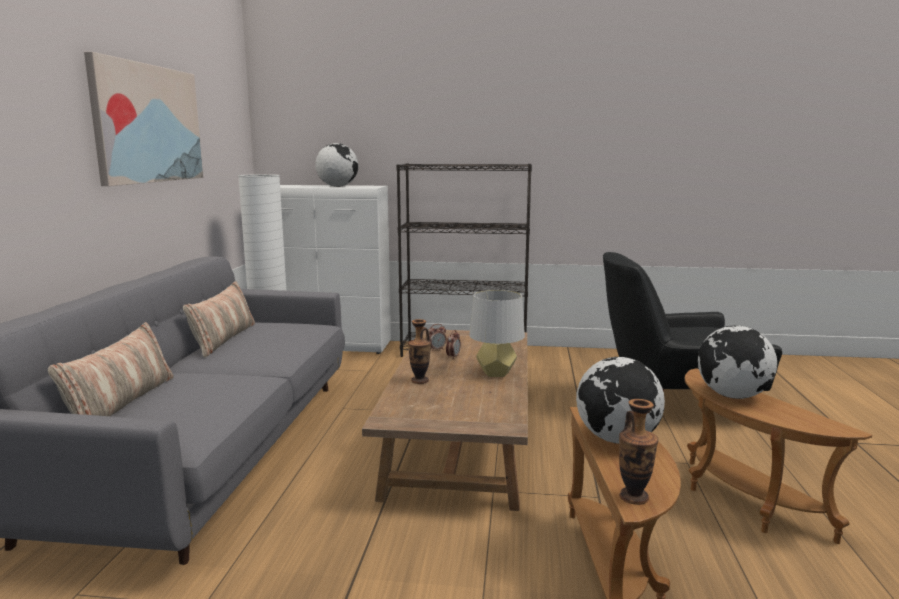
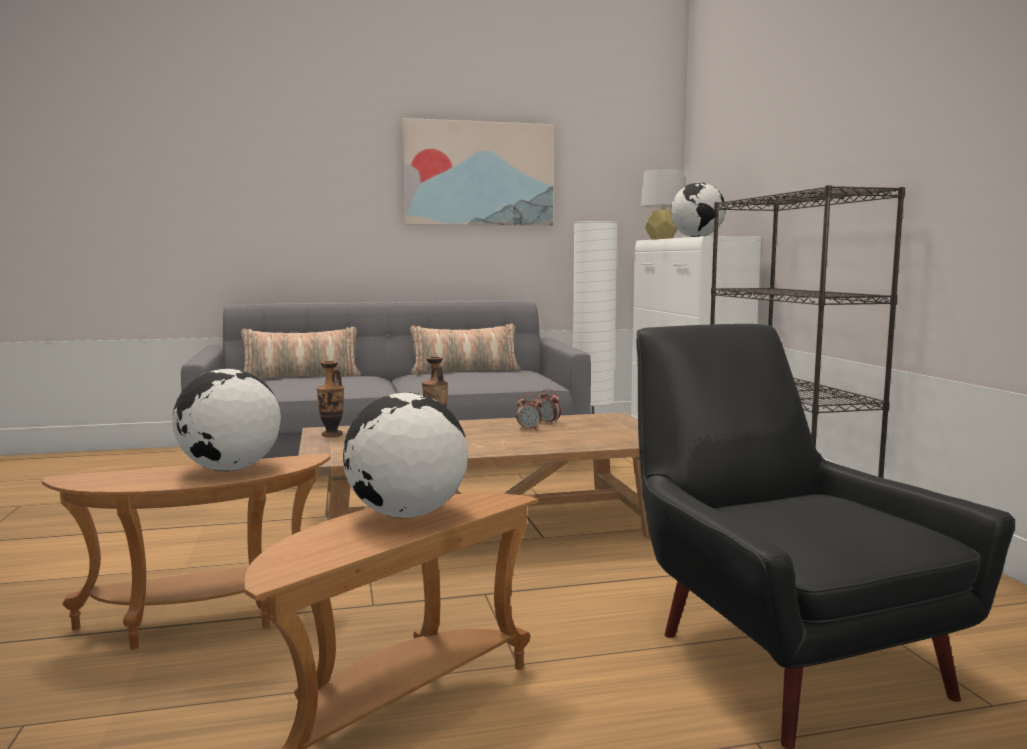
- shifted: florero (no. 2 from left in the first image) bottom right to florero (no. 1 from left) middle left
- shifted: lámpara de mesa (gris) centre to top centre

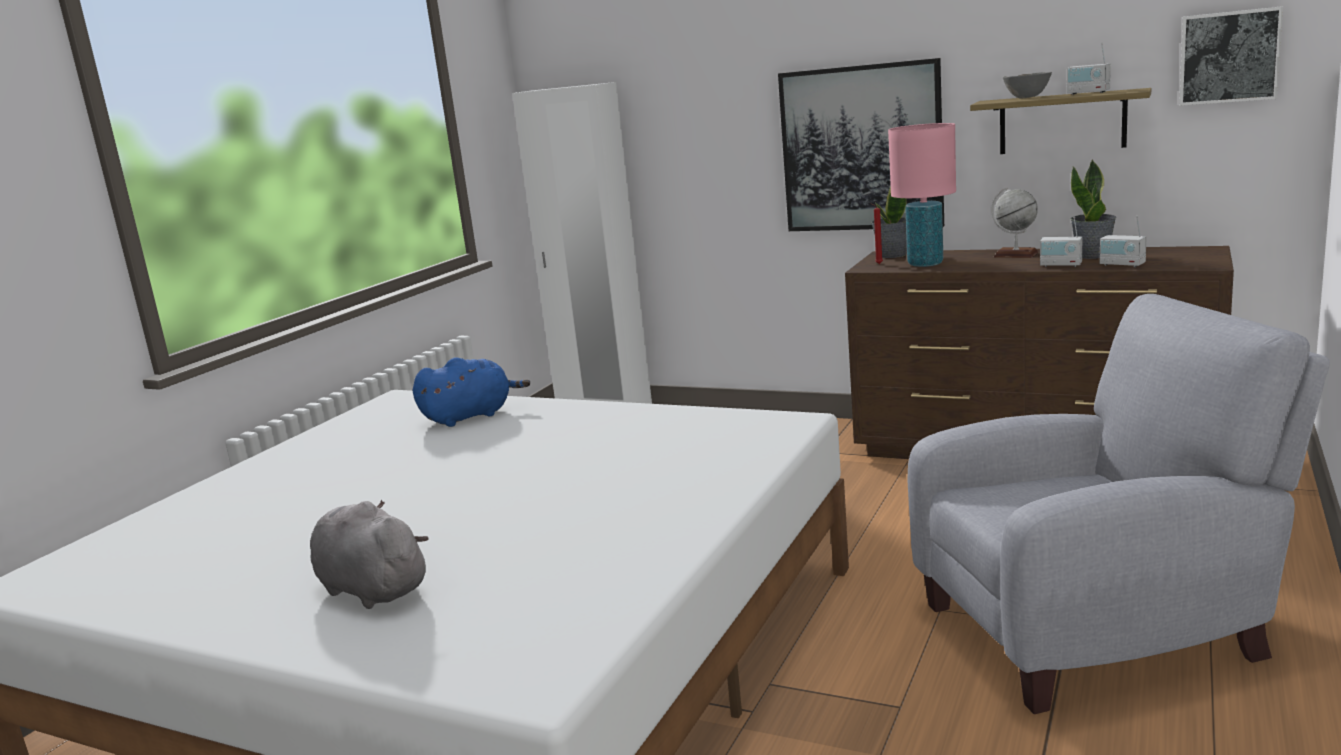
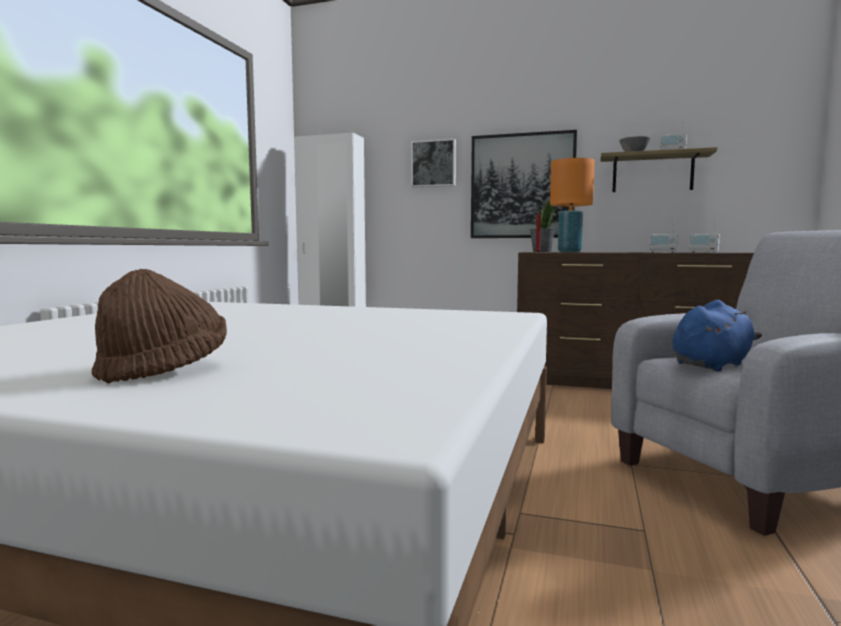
- swapped: peluche (gris) bottom left to sombrero (marrón) middle left
- shifted: cuadro (no. 2 from left in the first image) top right to cuadro (no. 1 from left) top centre
- repainted: lámpara de mesa (rosa) top right to lámpara de mesa (naranja) top right
- shifted: peluche (azul) centre to middle right
- gone: globo terráqueo top right
- gone: planta en maceta (no. 2 from left) top right

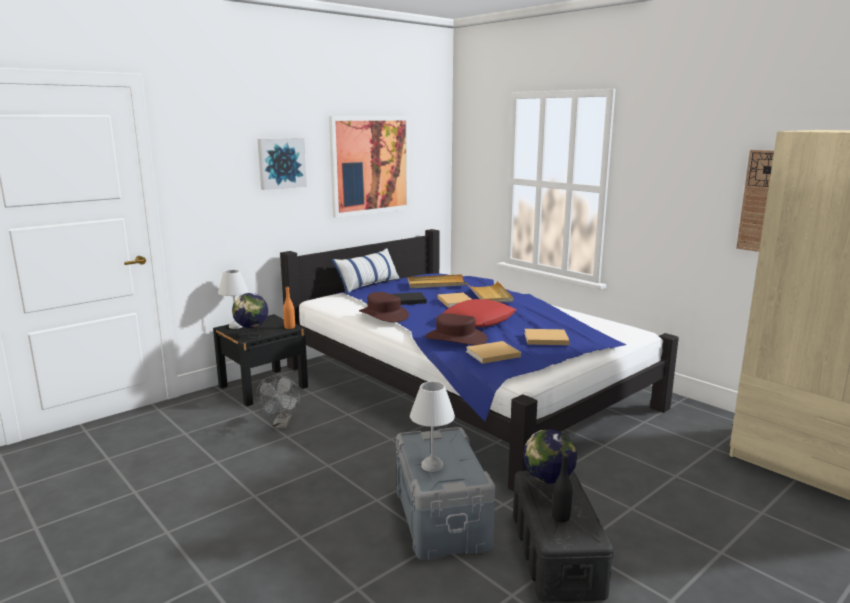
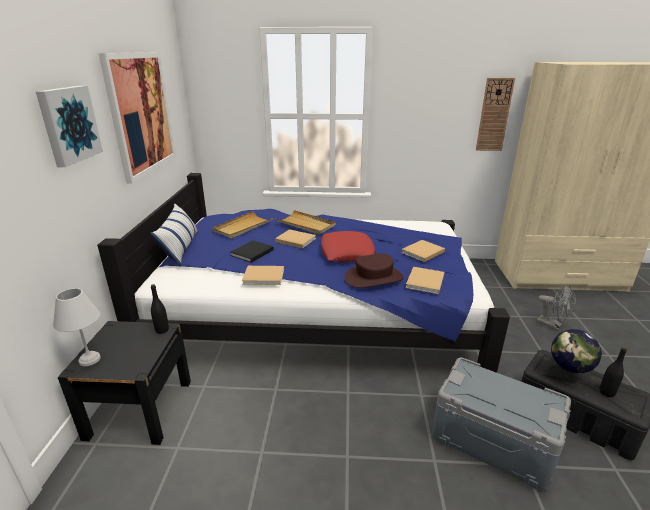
- repainted: botella (naranja) centre to botella (negro) (no. 1 from left) middle left
- swapped: sombrero (marrón) (no. 1 from left) centre to libro (beis) (no. 1 from left) centre
- shifted: ventilador (gris) bottom left to middle right
- gone: globo terráqueo (no. 1 from left) middle left
- gone: lámpara de mesa (blanco) (no. 2 from left) bottom centre

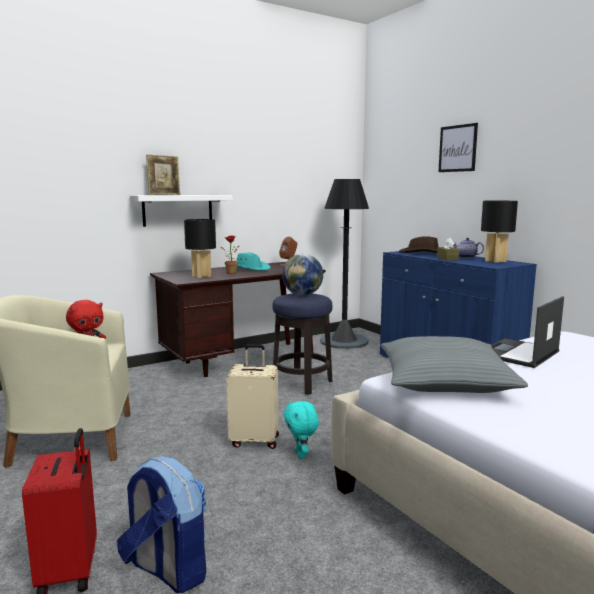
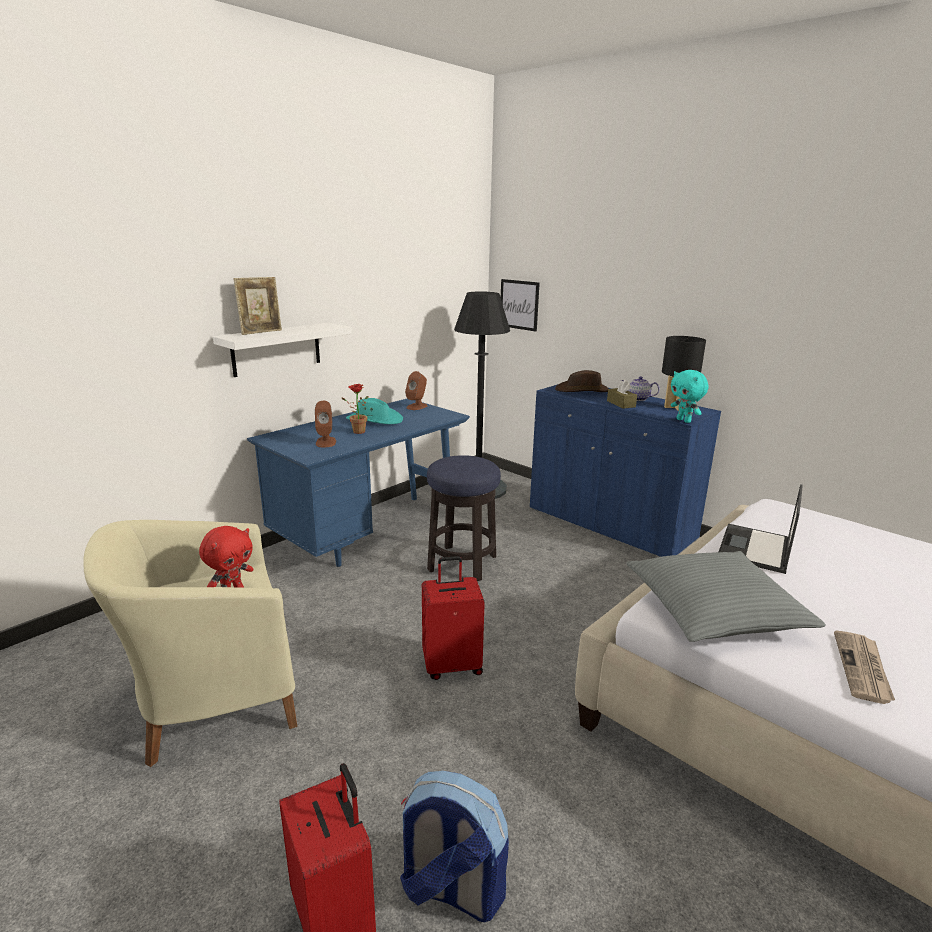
- repainted: escritorio (marrón) centre to escritorio (azul) centre
- swapped: lámpara de mesa (negro) (no. 1 from left) centre to altavoz (marrón) (no. 1 from left) centre
- repainted: maleta (beis) bottom centre to maleta (rojo) (no. 2 from left) centre
- shifted: cuadro top right to top centre
- shifted: peluche (turquesa) bottom centre to middle right
- new: periódico bottom right
- gone: globo terráqueo centre

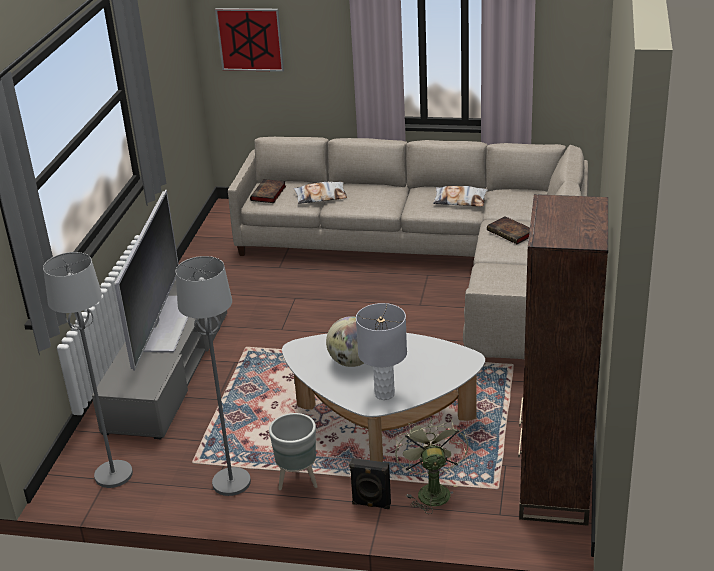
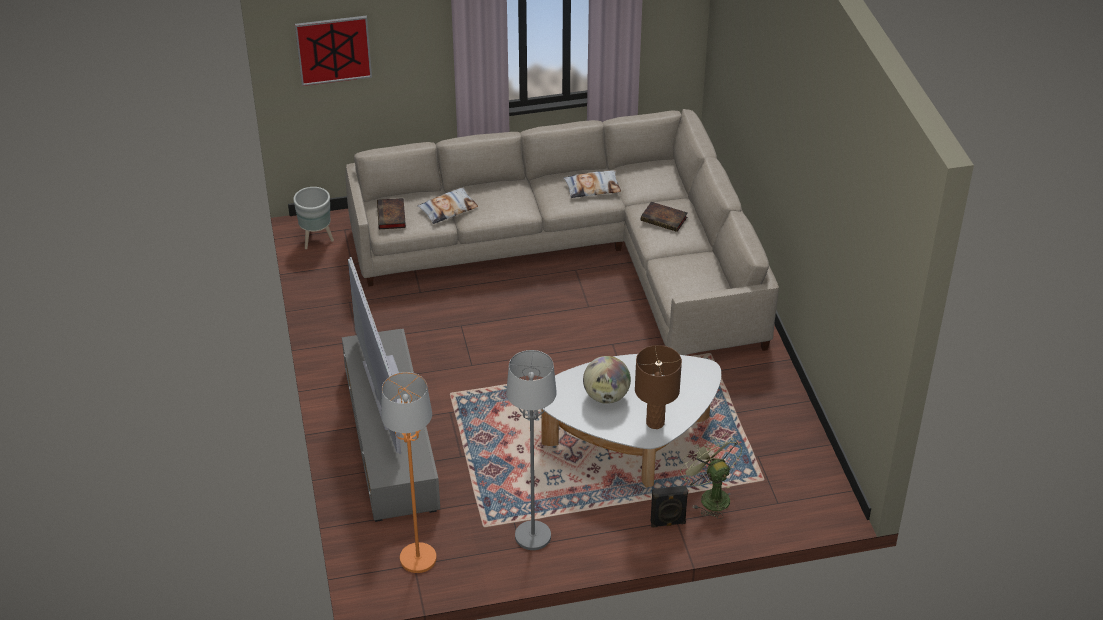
- shifted: maceta (gris) bottom centre to middle left
- repainted: lámpara de pie (gris) (no. 1 from left) middle left to lámpara de pie (naranja) bottom centre
- repainted: lámpara de mesa (gris) centre to lámpara de mesa (marrón) centre
- gone: estantería (marrón) middle right

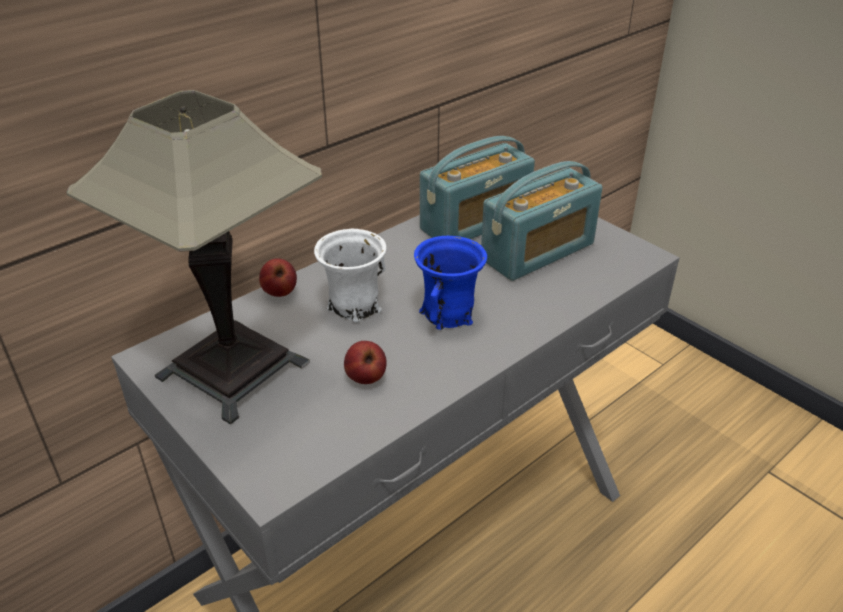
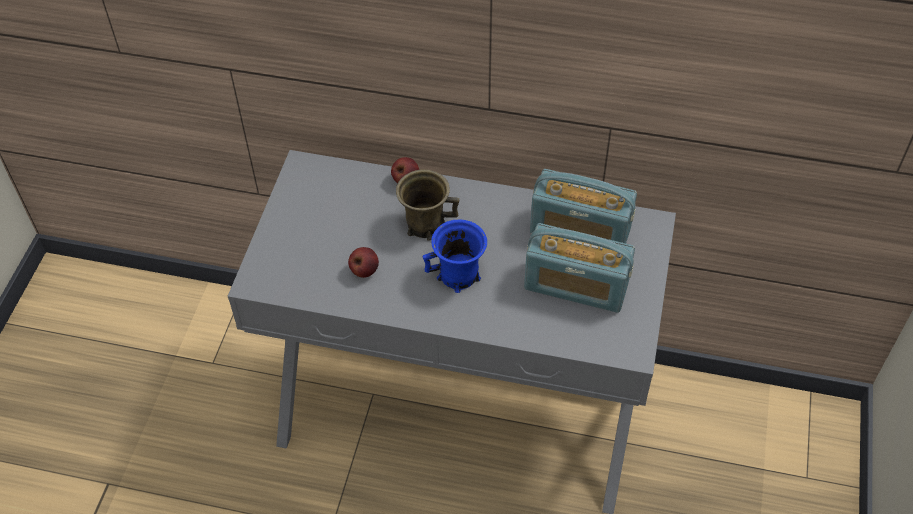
- repainted: taza grande (blanco) centre to taza grande (marrón) centre
- gone: lámpara de mesa middle left

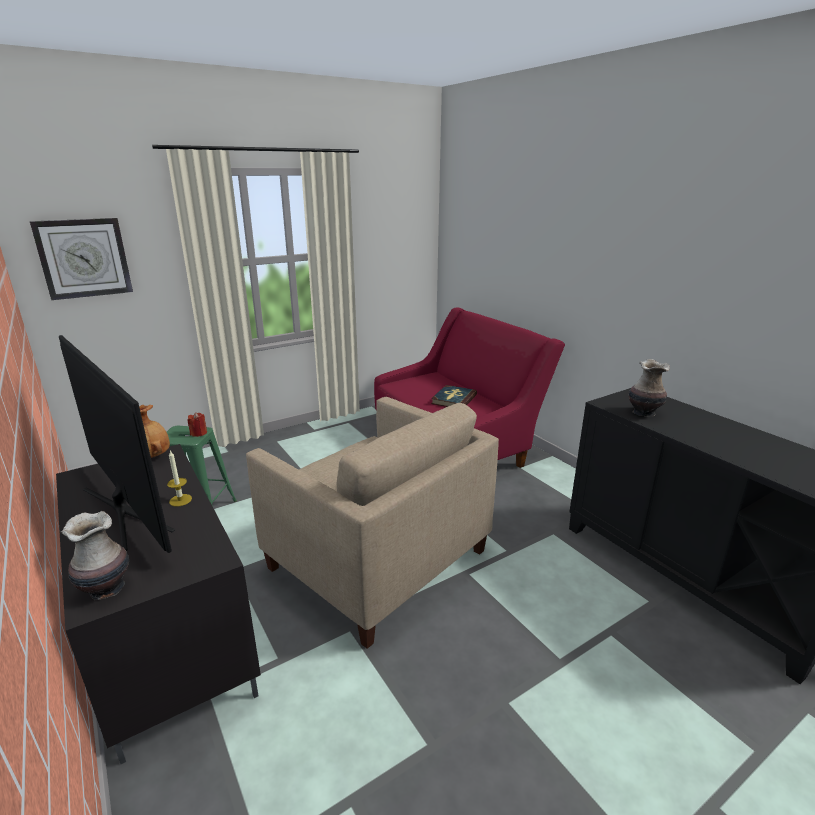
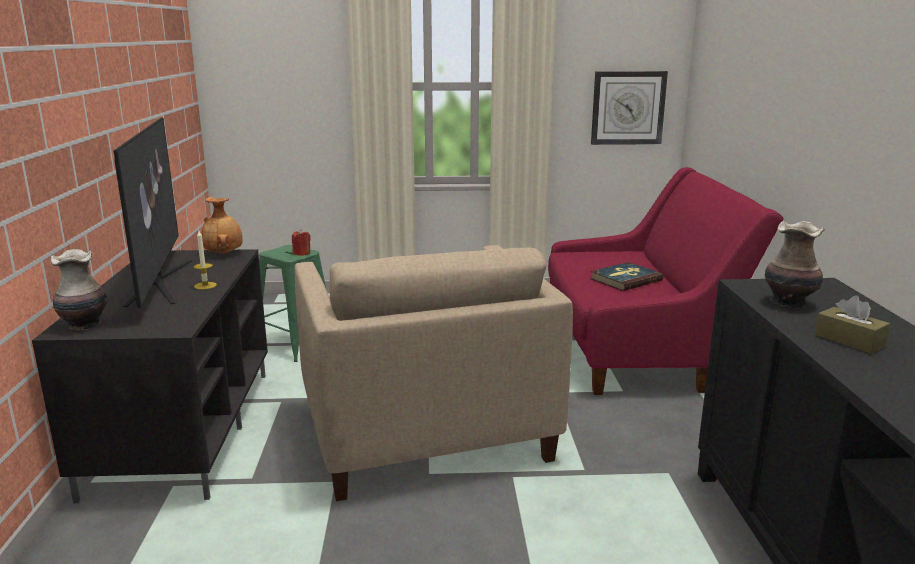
- shifted: reloj de pared top left to top right
- new: caja de pañuelos (marrón) middle right

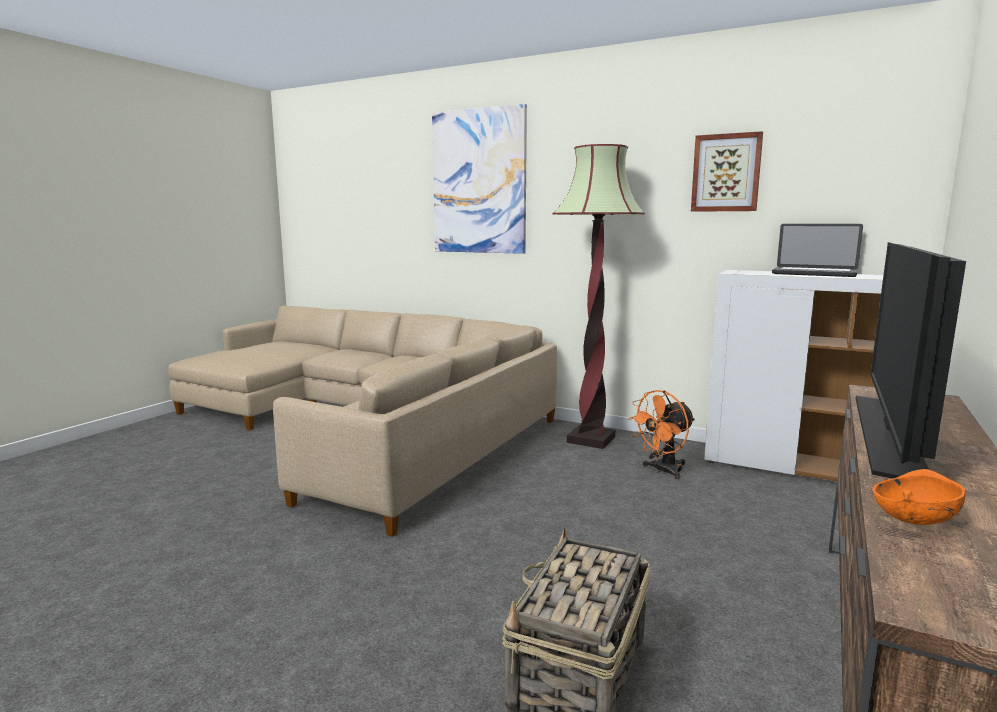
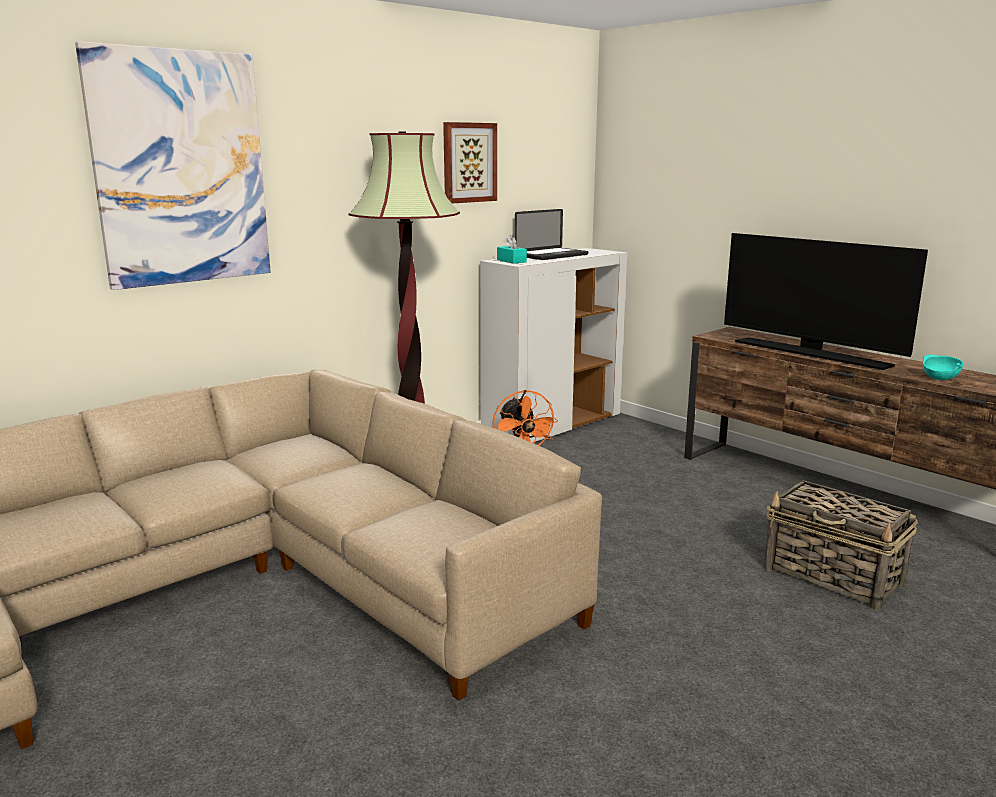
- new: caja de pañuelos (turquesa) top centre
- repainted: cuenco (naranja) bottom right to cuenco (turquesa) middle right

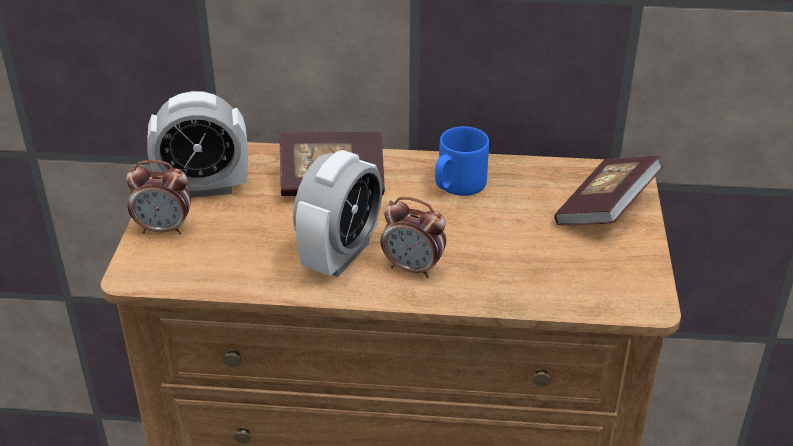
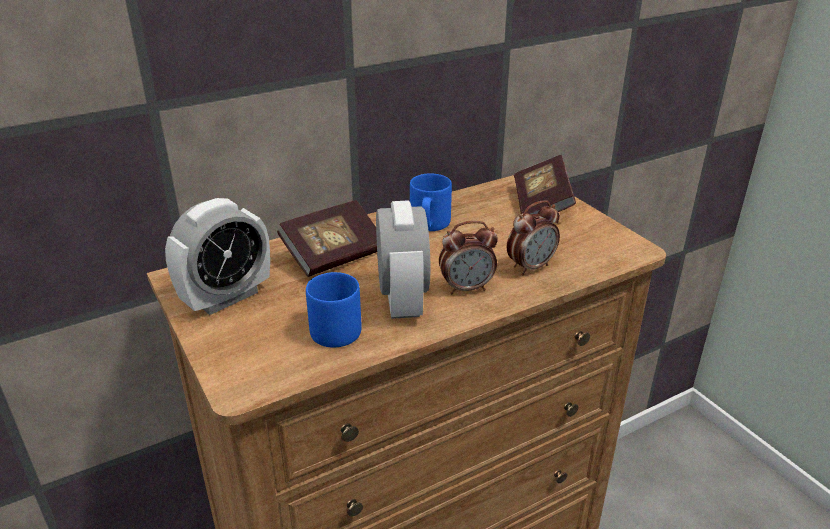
- new: taza grande (azul) (no. 1 from left) centre
- shifted: despertador (no. 1 from left in the first image) middle left to despertador (no. 4 from left) centre

